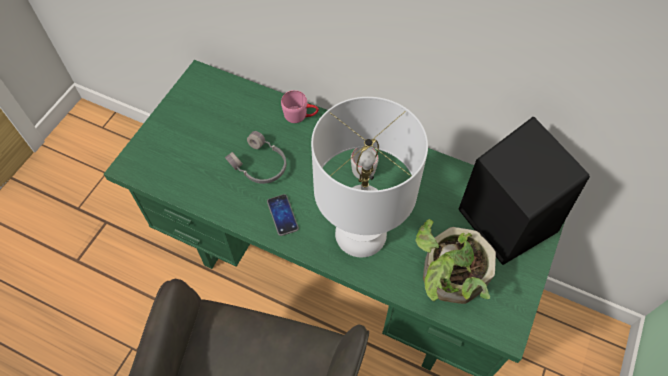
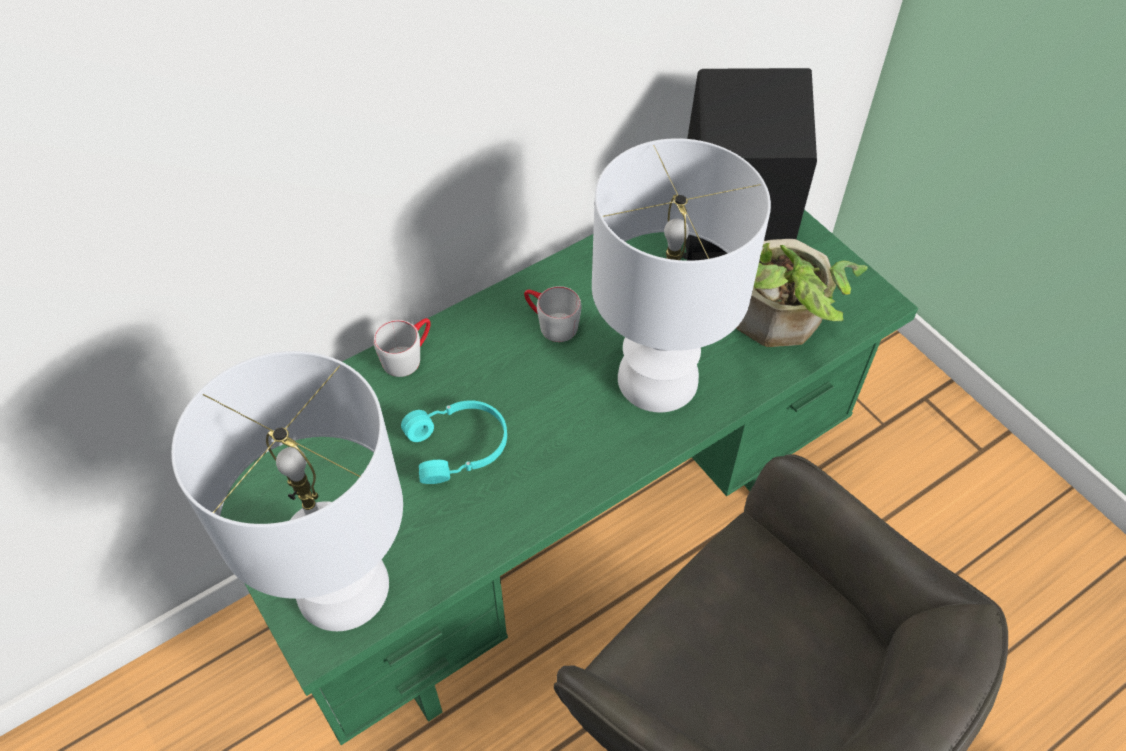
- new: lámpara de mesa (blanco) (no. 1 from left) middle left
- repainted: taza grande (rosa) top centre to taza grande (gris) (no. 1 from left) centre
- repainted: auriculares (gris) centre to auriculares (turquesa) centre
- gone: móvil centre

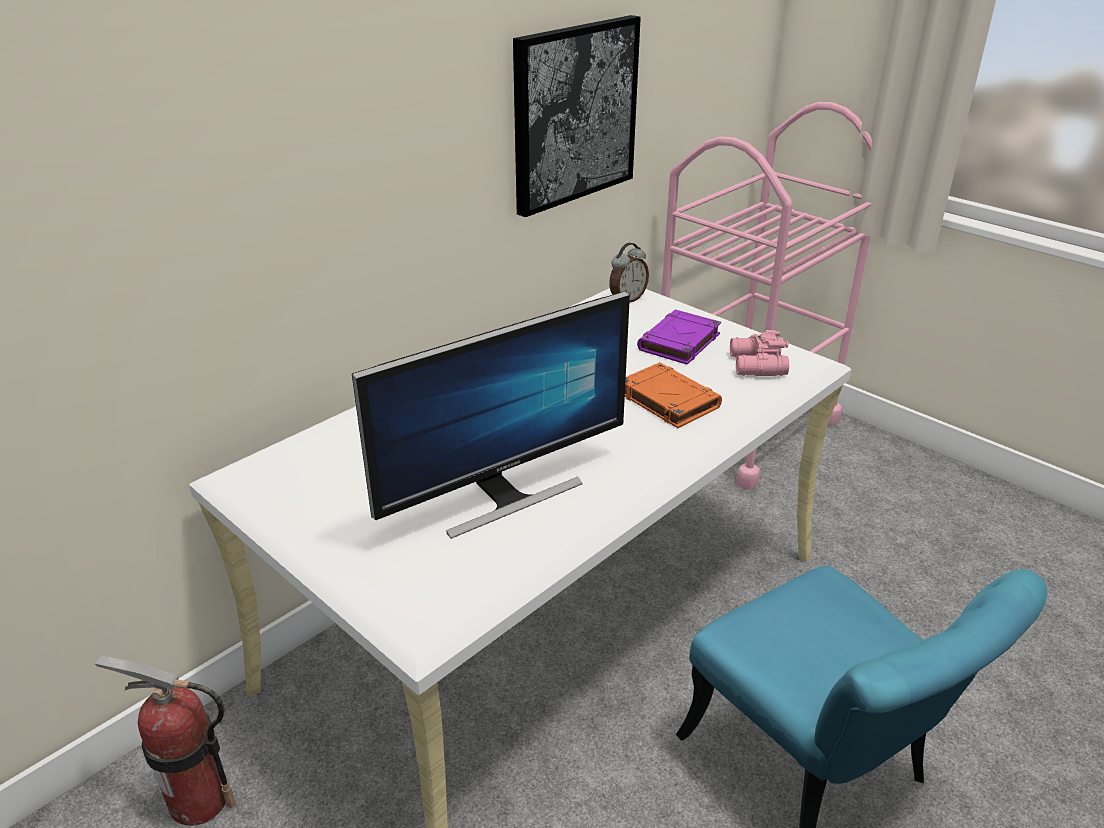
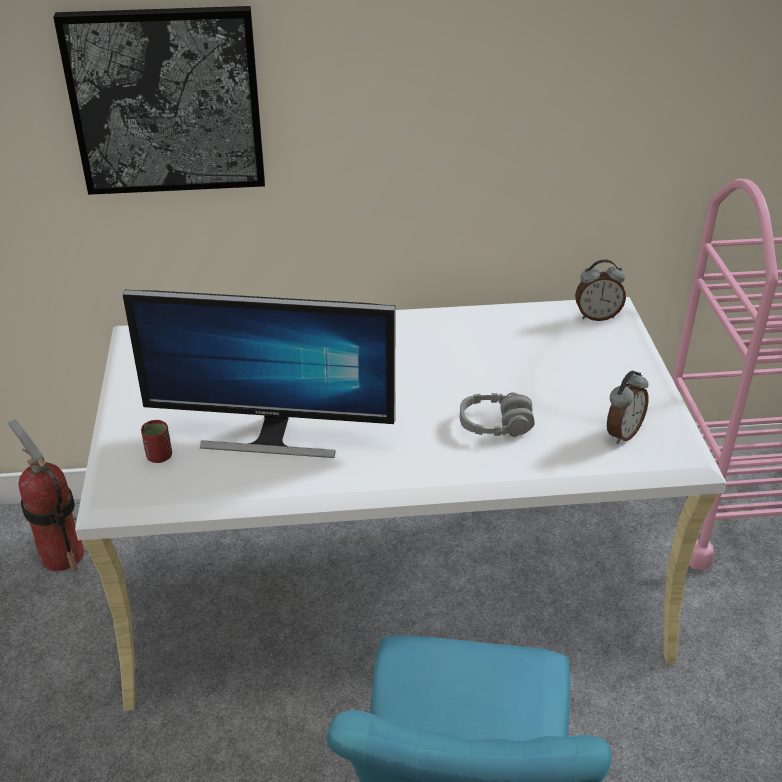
- shifted: cuadro top centre to top left
- new: taza (rojo) middle left
- swapped: libro (naranja) centre to auriculares (gris) centre
- swapped: prismáticos (rosa) middle right to despertador (no. 2 from left) middle right
- gone: libro (morado) centre

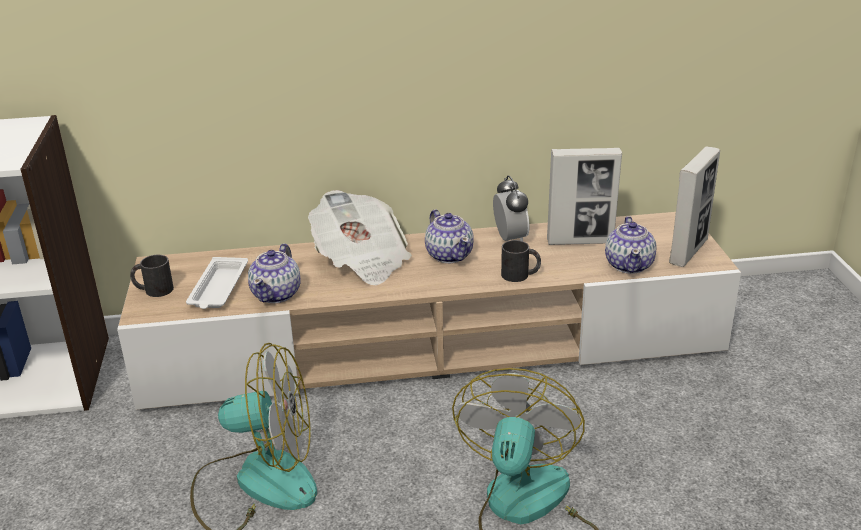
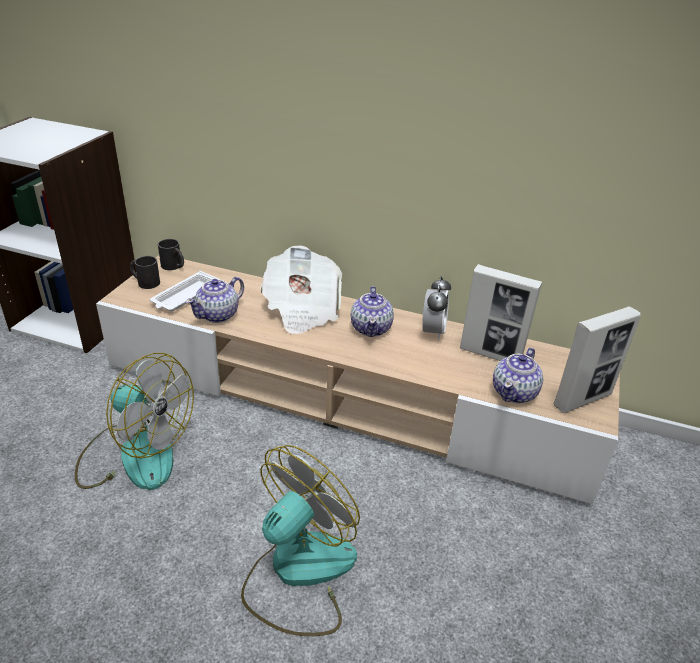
- shifted: taza grande (negro) (no. 2 from left) centre to middle left

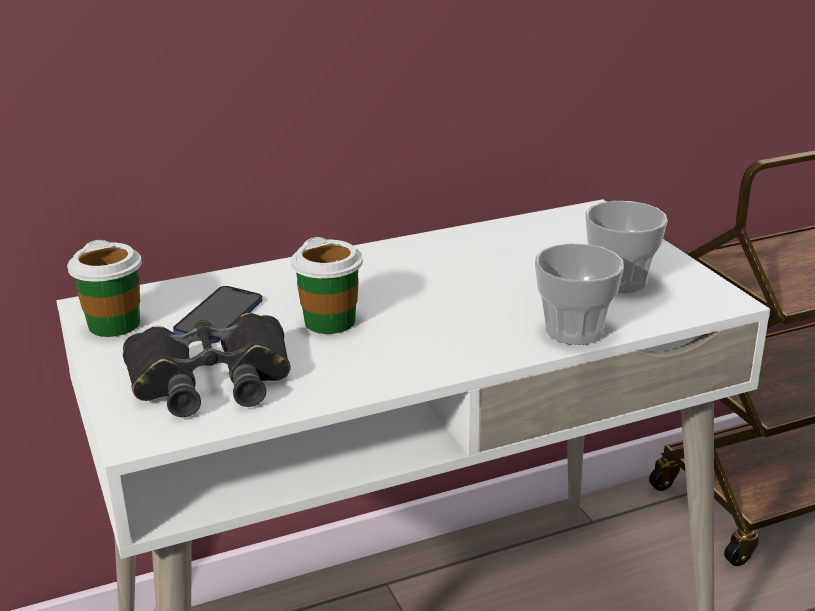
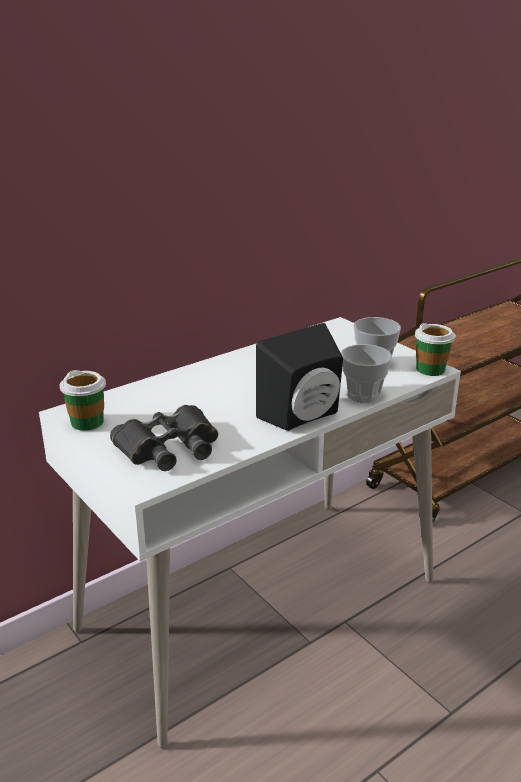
- new: altavoz (negro) centre
- shifted: taza (no. 2 from left in the first image) centre to taza (no. 4 from left) middle right
- gone: móvil middle left

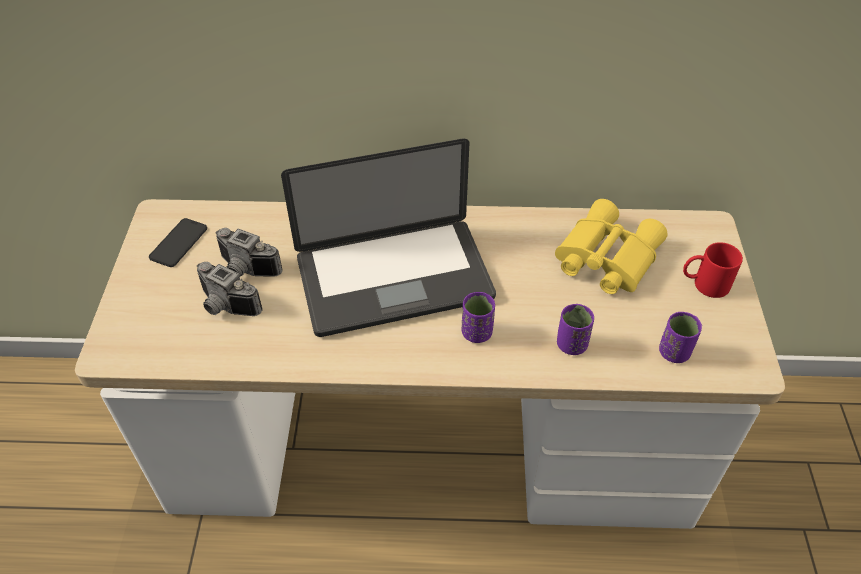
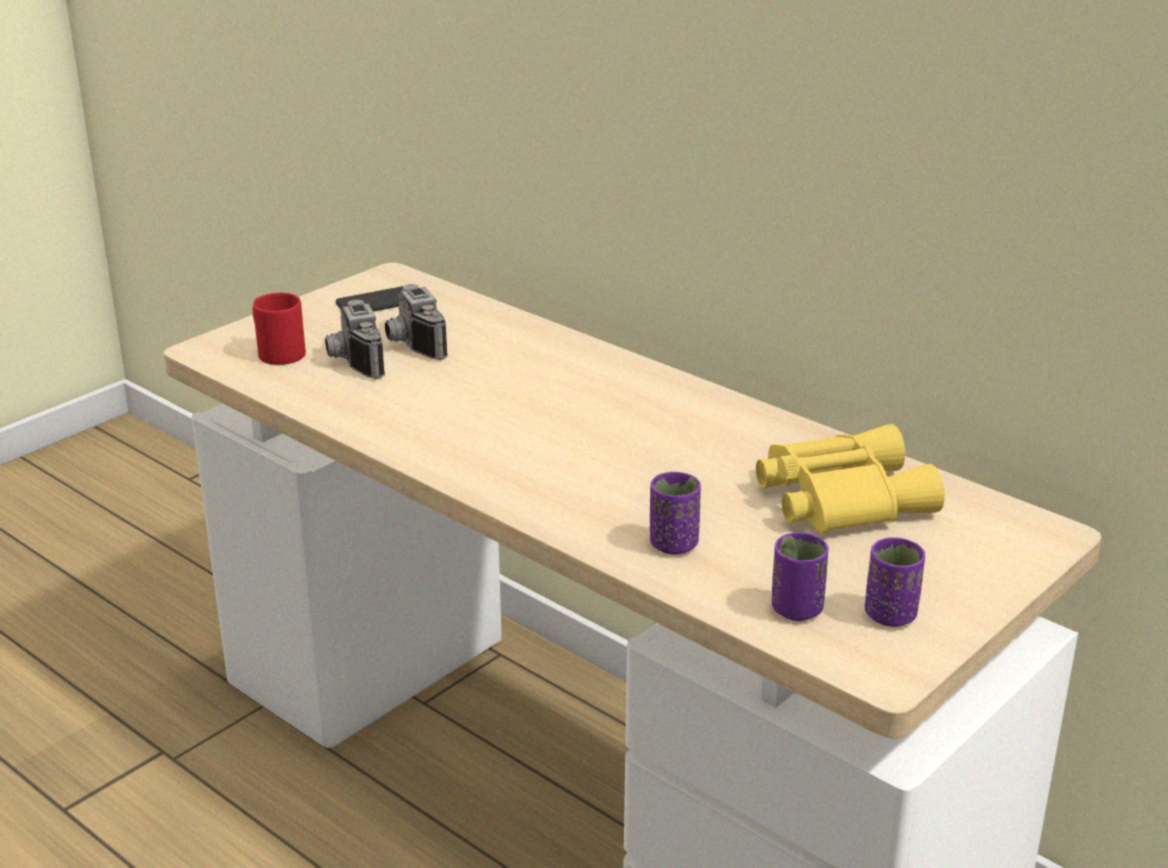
- shifted: taza grande (rojo) middle right to middle left
- shifted: taza (morado) (no. 1 from left in the first image) centre to taza (morado) (no. 3 from left) bottom right
- gone: portátil centre

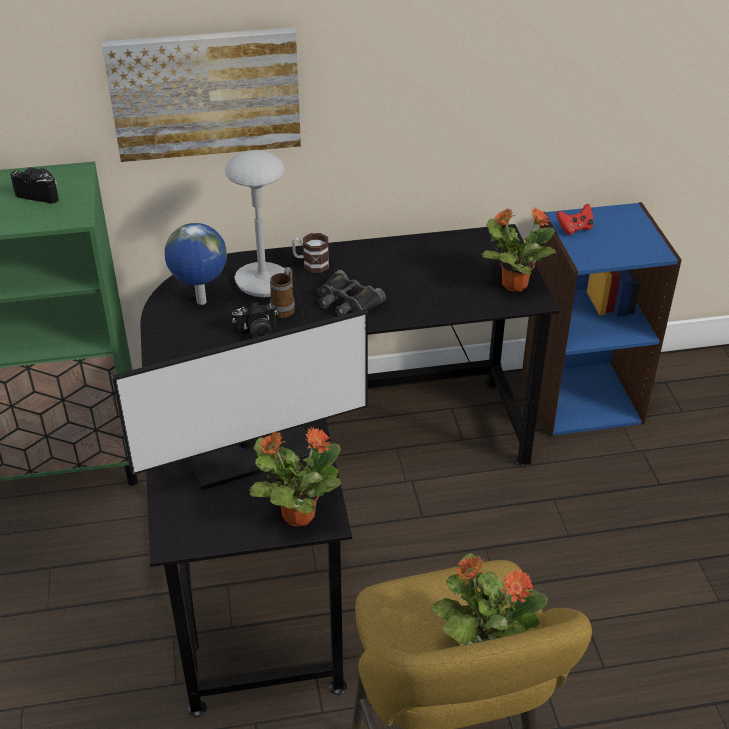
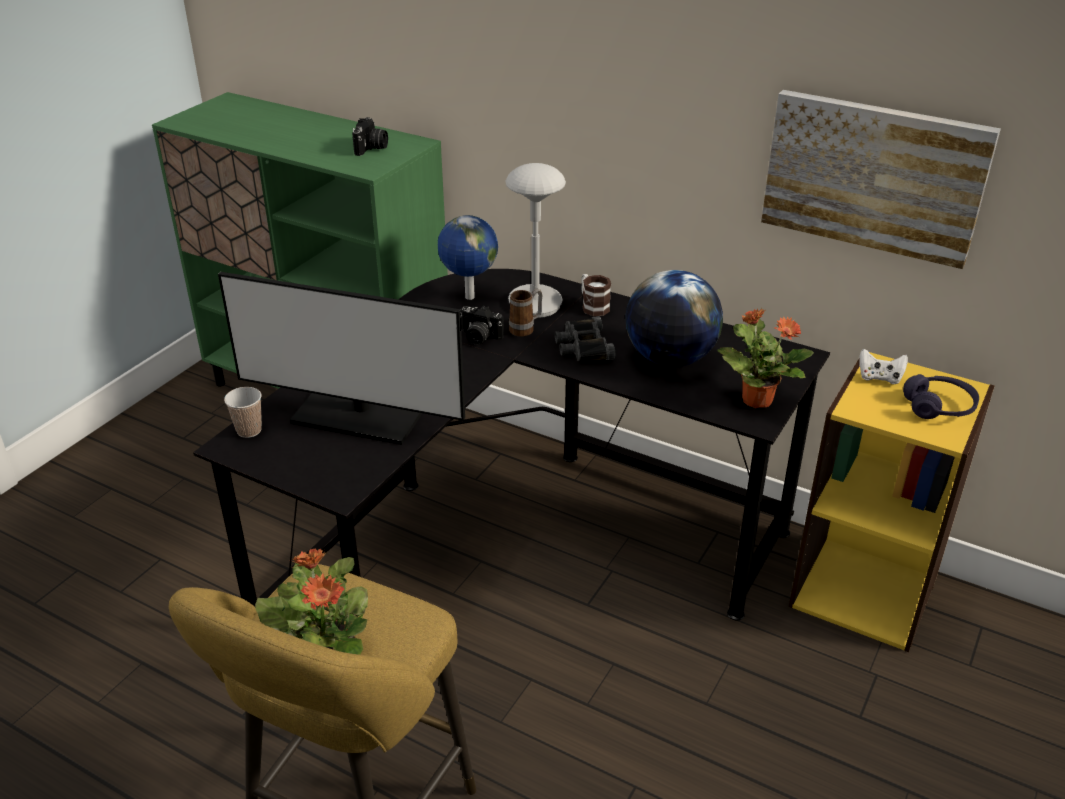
- new: taza middle left
- rotated: cámara (no. 1 from left) top left = top centre 45 degrees clockwise
- new: globo terráqueo (no. 2 from left) centre
- shifted: cuadro top left to top right
- repainted: estantería (azul) middle right to estantería (amarillo) middle right
- repainted: mando de consola (rojo) top right to mando de consola (blanco) middle right
- new: auriculares (morado) middle right
- gone: planta en maceta (no. 1 from left) centre

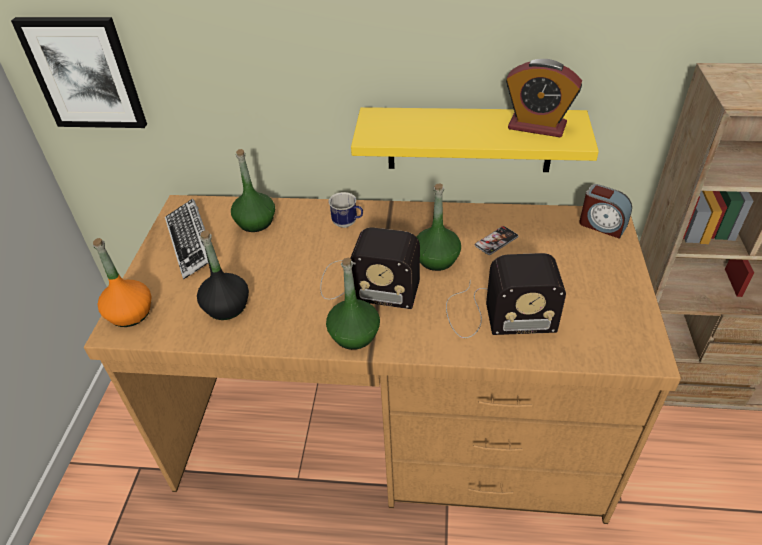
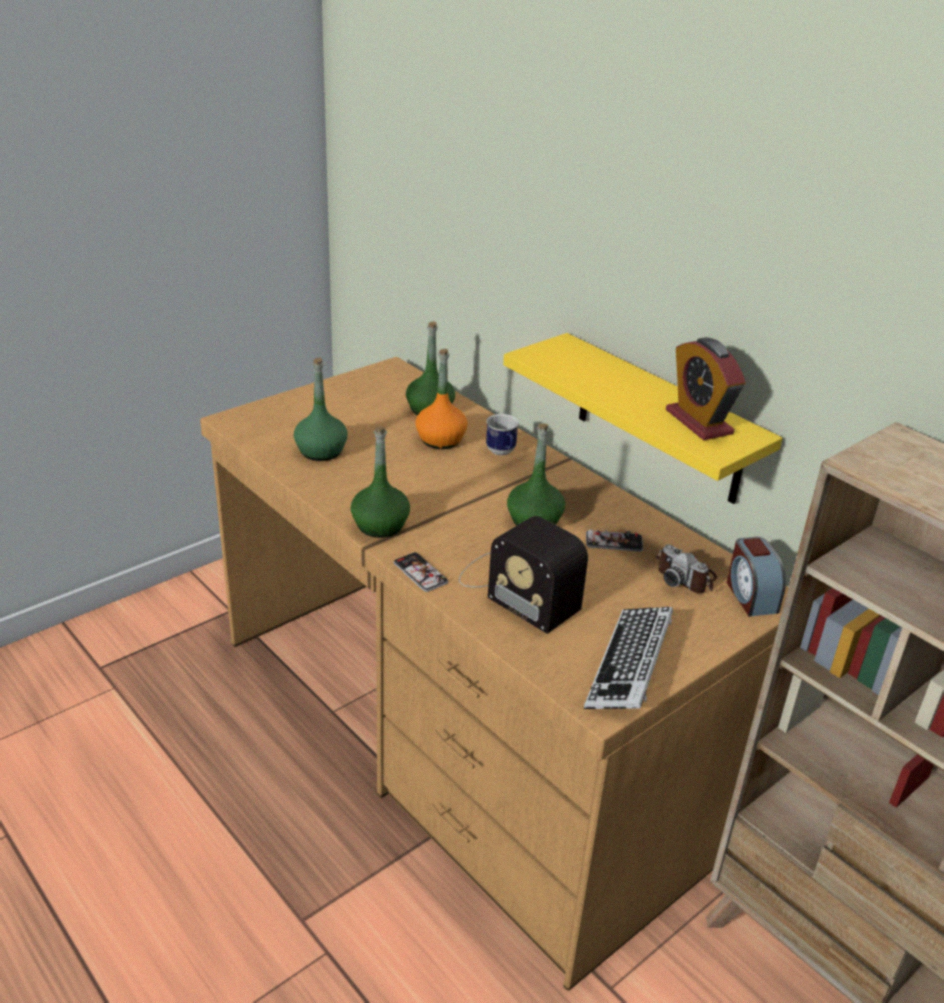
- repainted: botella (negro) middle left to botella (verde) (no. 1 from left) centre
- new: móvil (no. 1 from left) centre
- shifted: botella (naranja) middle left to centre
- shifted: teclado middle left to centre
- new: cámara middle right
- gone: cuadro top left
- gone: radio (no. 1 from left) centre

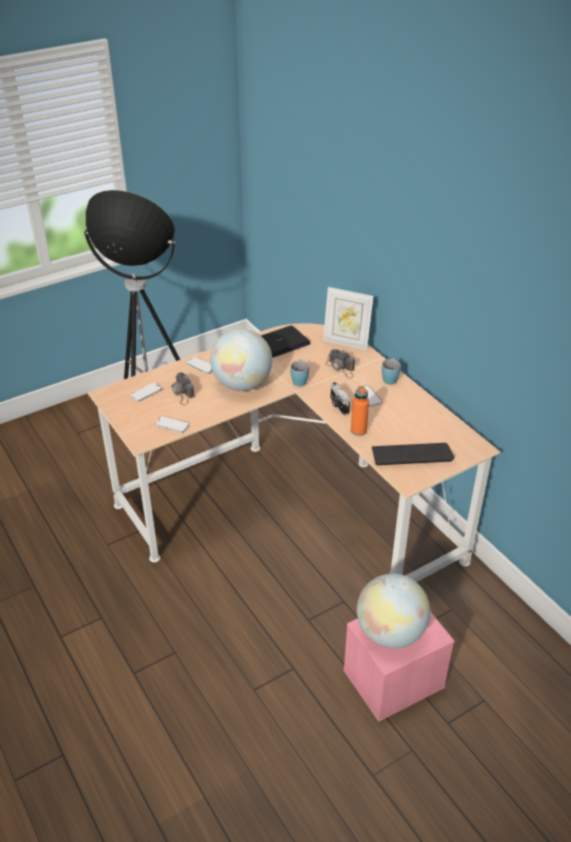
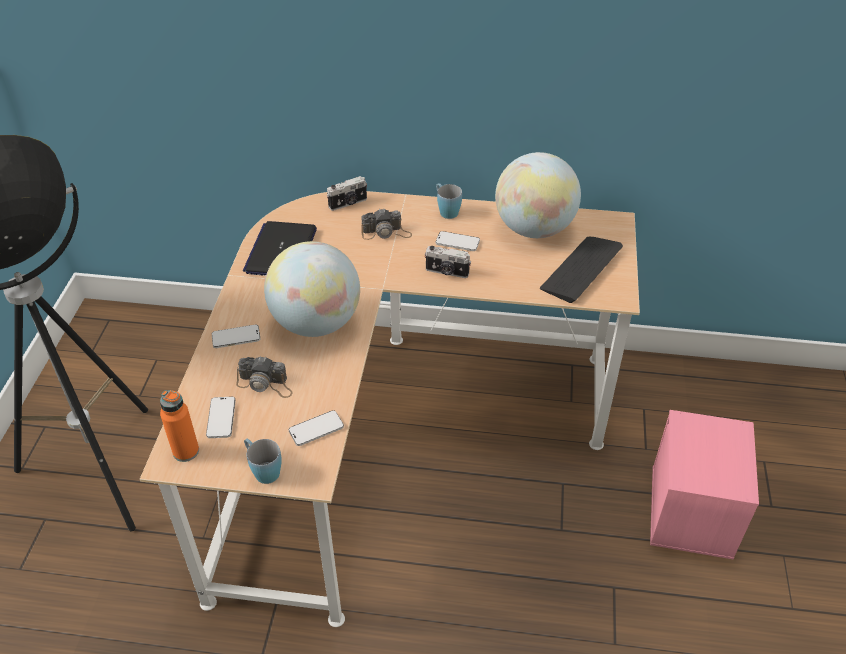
- shifted: botella (naranja) centre to middle left
- shifted: taza grande (azul) (no. 1 from left) centre to bottom left
- swapped: portarretratos centre to cámara (no. 2 from left) top centre
- shifted: globo terráqueo (no. 2 from left) bottom right to top centre

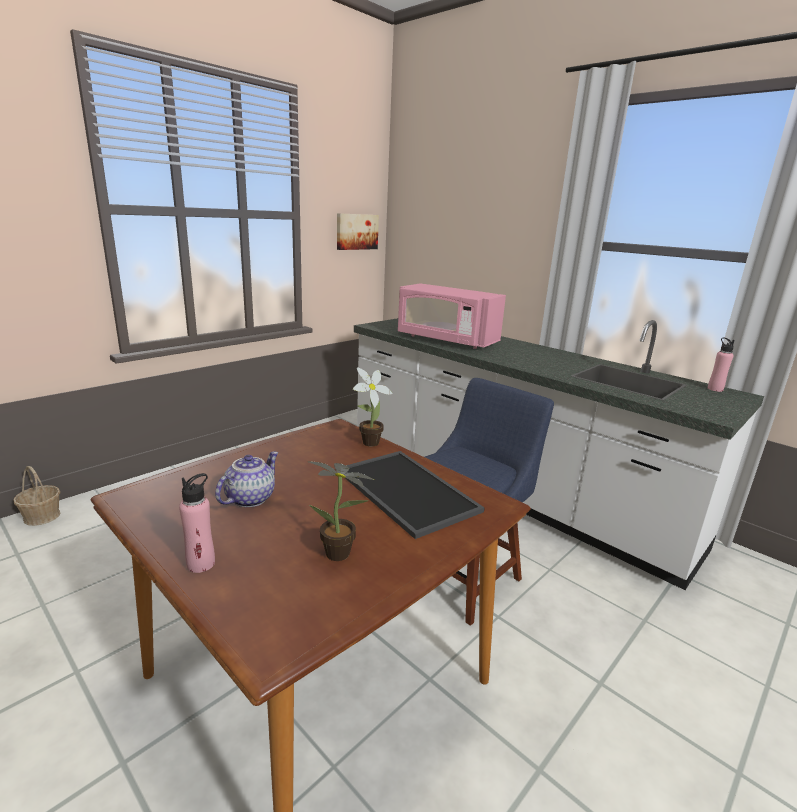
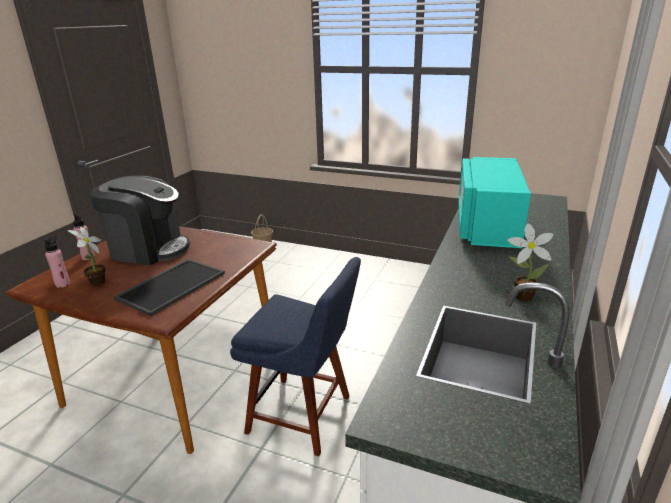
- shifted: botella (rosa) (no. 2 from left in the first image) middle right to botella (rosa) (no. 1 from left) middle left
- swapped: tetera middle left to cafetera middle left
- repainted: microondas (rosa) centre to microondas (turquesa) middle right
- shifted: planta en maceta (no. 2 from left) centre to middle right
- gone: cuadro top centre

